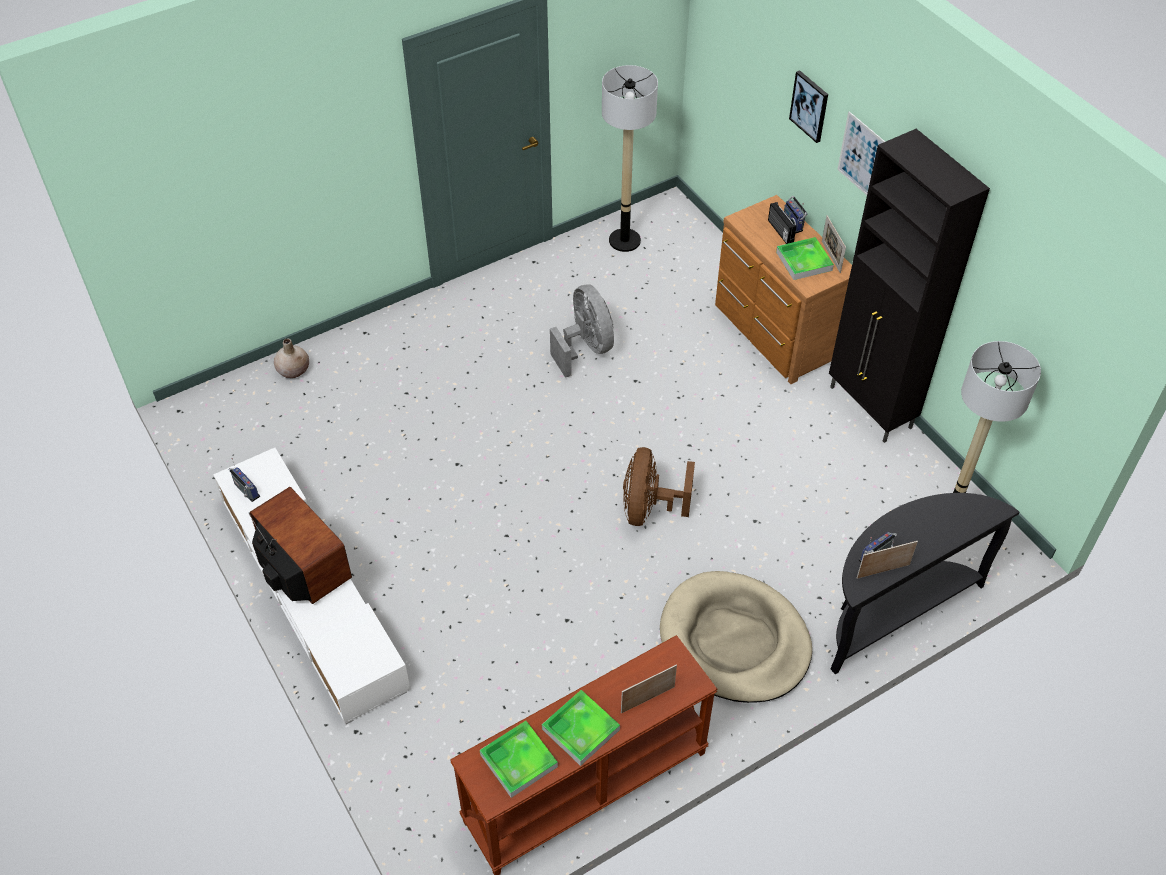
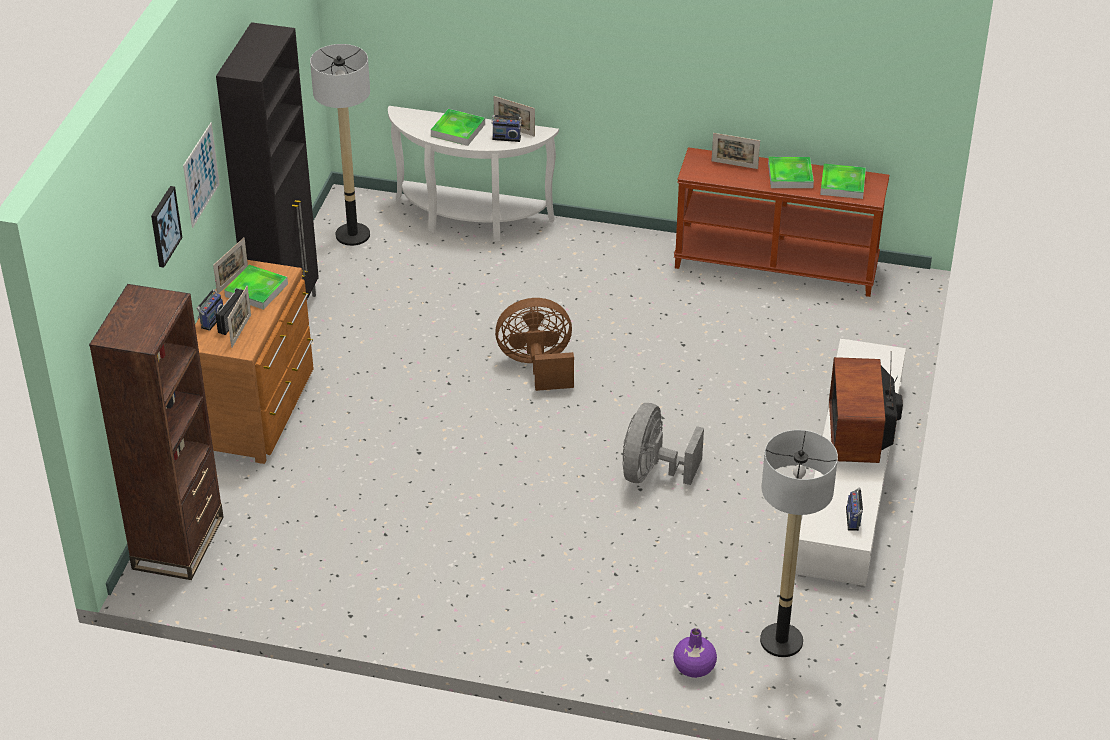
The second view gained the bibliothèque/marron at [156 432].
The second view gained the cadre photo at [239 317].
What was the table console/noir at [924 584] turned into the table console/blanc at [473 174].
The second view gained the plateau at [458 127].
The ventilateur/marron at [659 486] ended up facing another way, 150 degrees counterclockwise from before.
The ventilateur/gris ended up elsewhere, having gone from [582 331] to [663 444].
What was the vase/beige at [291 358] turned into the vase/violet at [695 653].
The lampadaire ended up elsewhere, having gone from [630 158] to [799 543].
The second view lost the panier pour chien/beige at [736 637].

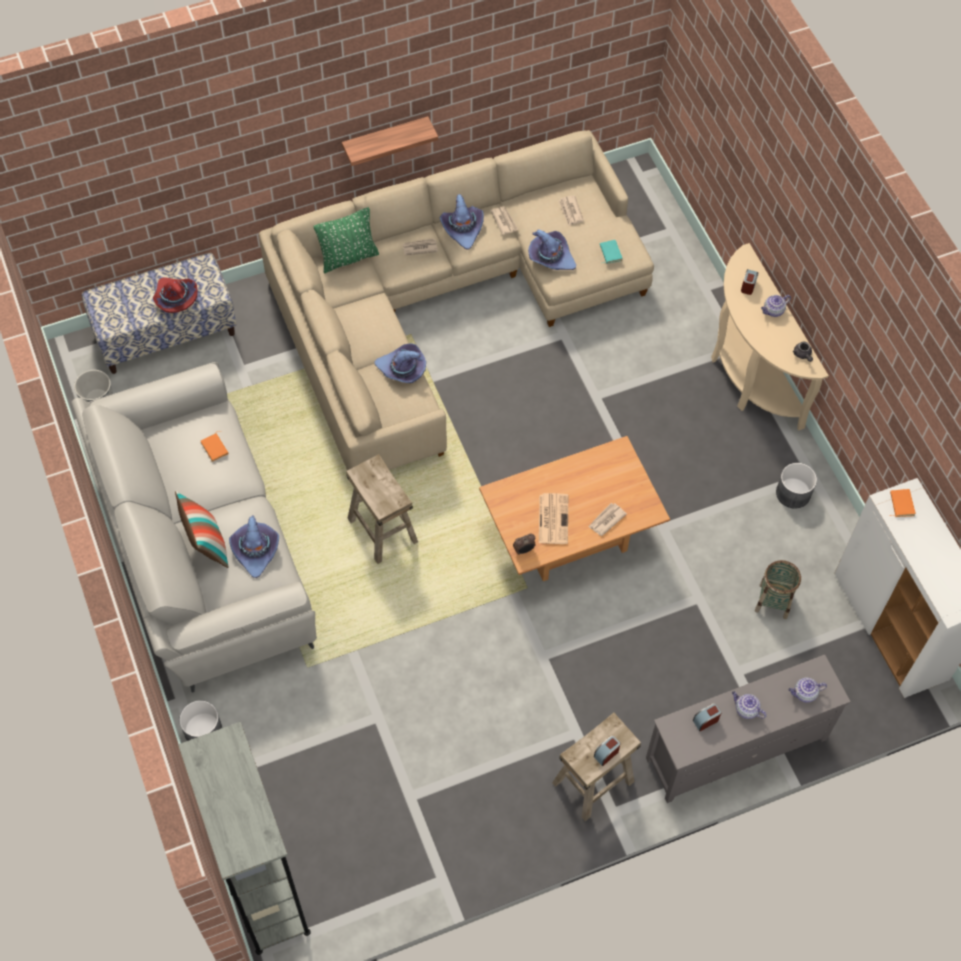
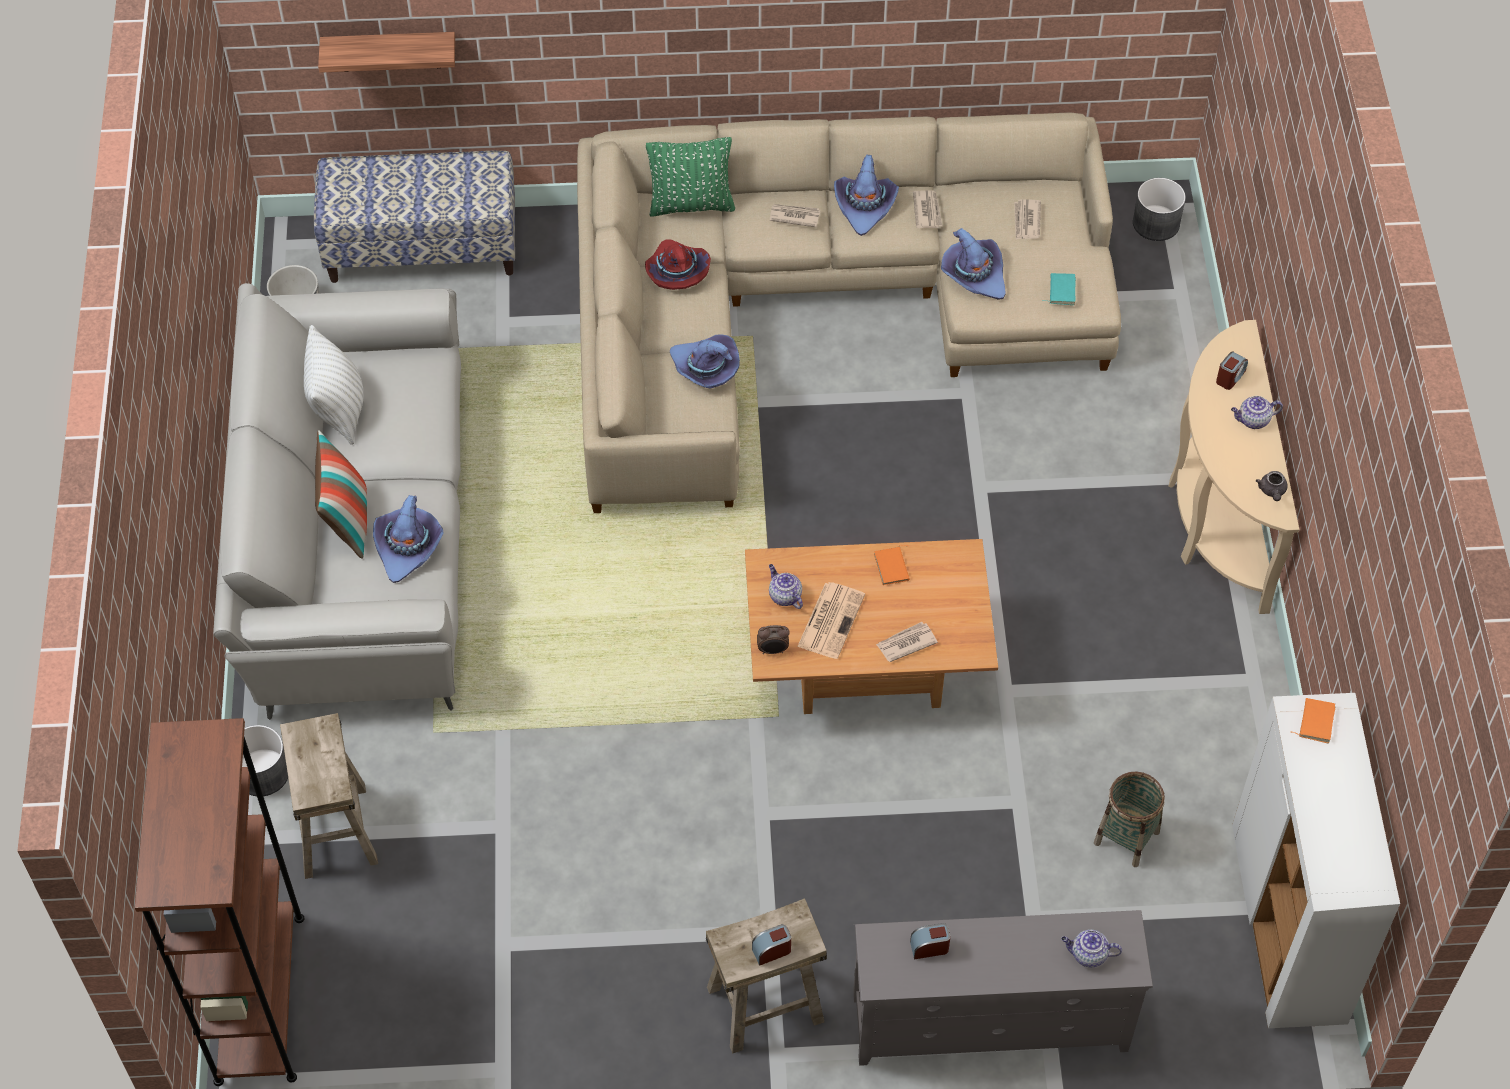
What was the bibliothèque/gris at [244 838] turned into the bibliothèque/marron at [219 902].
The tabouret/beige ended up elsewhere, having gone from [382 509] to [329 796].
The second view gained the coussin/blanc at [334 385].
The étagère ended up elsewhere, having gone from [390 141] to [386 52].
The chapeau/rouge ended up elsewhere, having gone from [175 295] to [678 264].
The théière ended up elsewhere, having gone from [749 705] to [786 586].
The livre/orange ended up elsewhere, having gone from [214 446] to [892 565].
The cache-pot/gris ended up elsewhere, having gone from [796 486] to [1159 209].

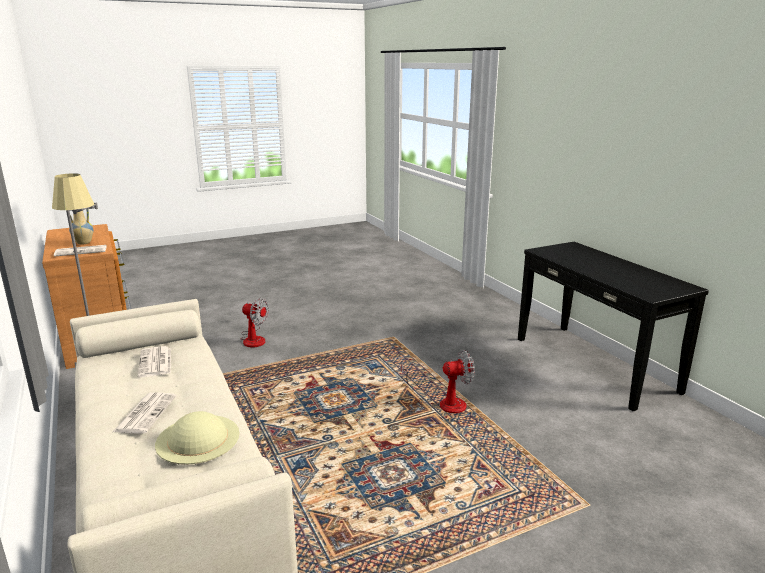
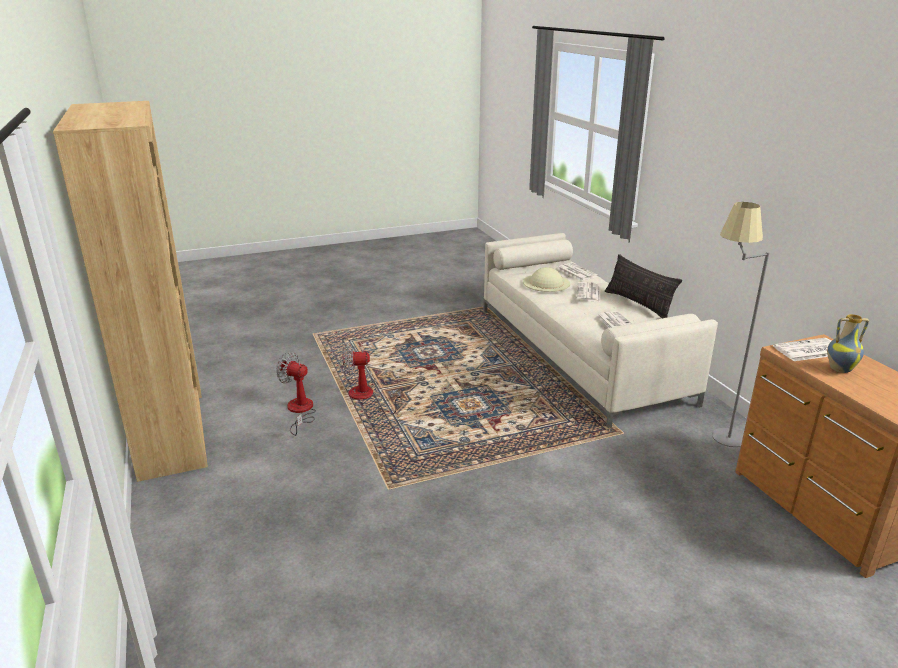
Where the table console/noir stood at [613 326], the bibliothèque/marron came to stand at [130 291].
The ventilateur ended up elsewhere, having gone from [255 323] to [296 394].
The second view gained the journal at [577 272].
The second view gained the coussin at [643 286].

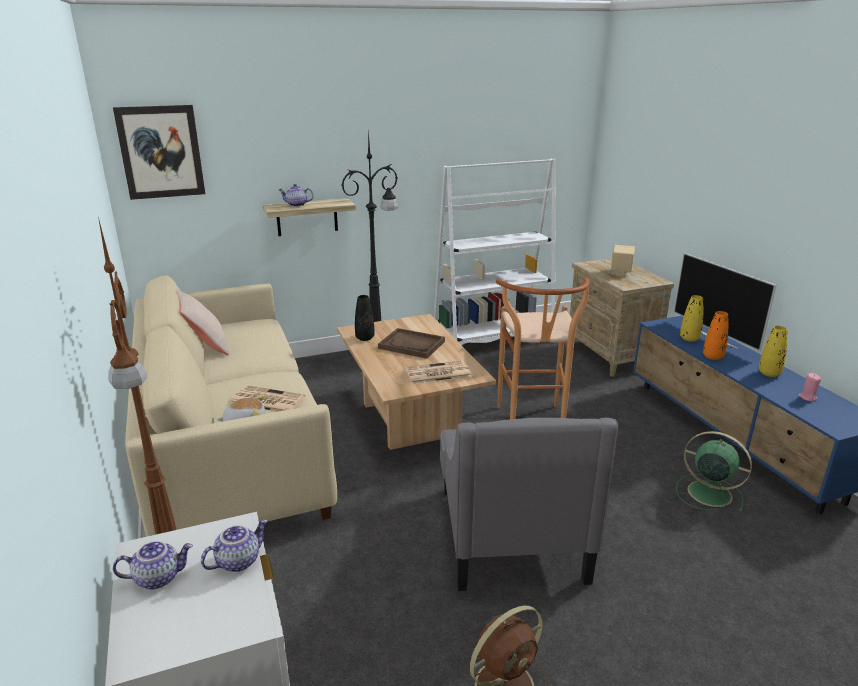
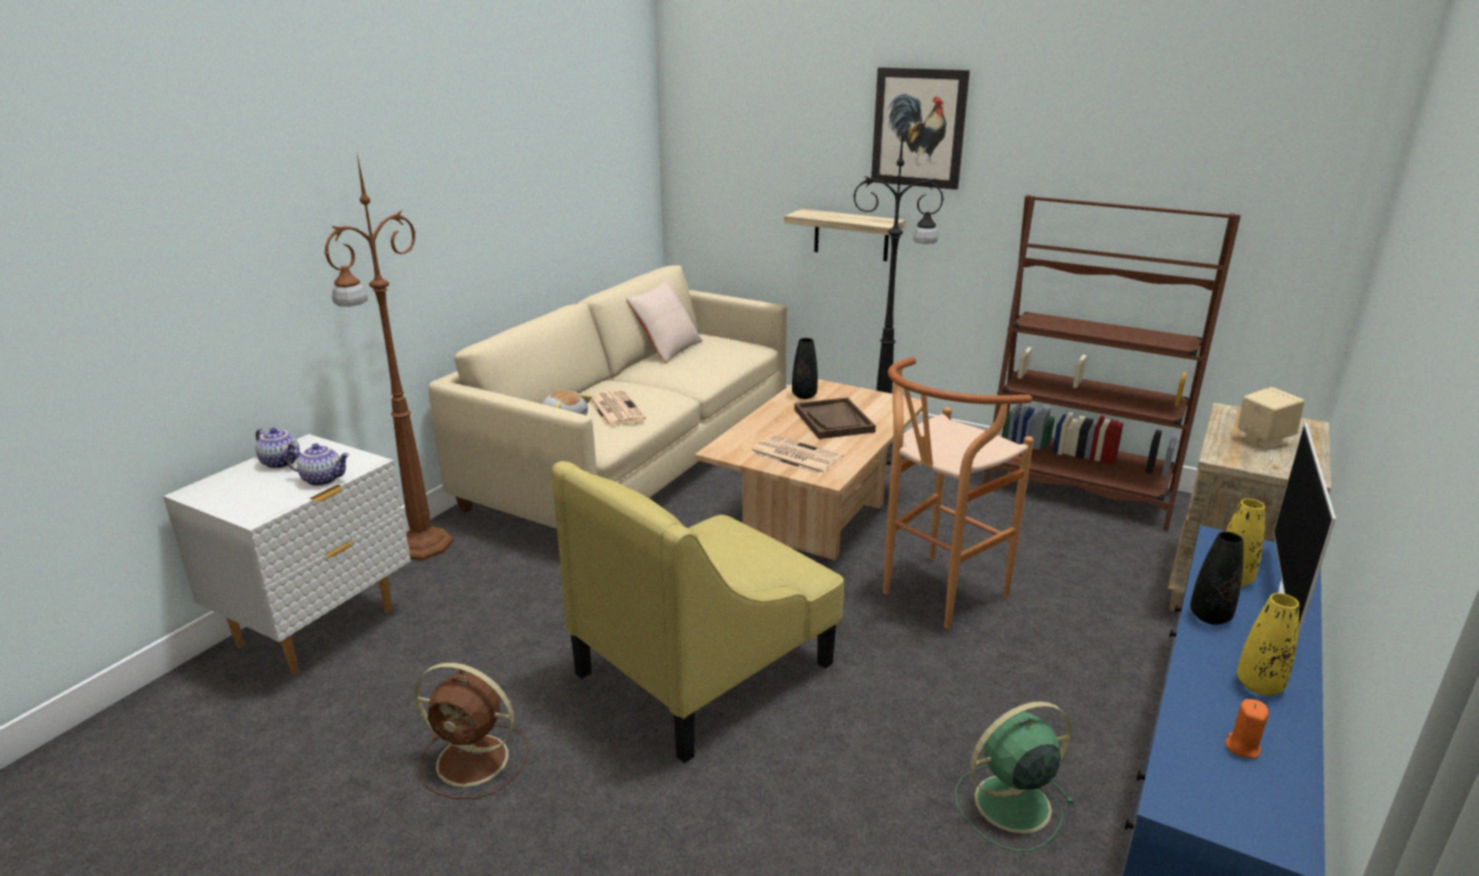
What was the fauteuil/gris at [529 504] turned into the fauteuil/jaune at [698 612].
The tableau ended up elsewhere, having gone from [159 152] to [920 128].
The ventilateur/vert at [714 471] ended up facing another way, 105 degrees counterclockwise from before.
What was the bibliothèque/blanc at [495 252] turned into the bibliothèque/marron at [1112 363].
What was the vase/orange at [716 335] turned into the vase/noir at [1216 578].
What was the bougie/rose at [809 387] turned into the bougie/orange at [1247 729].
The second view lost the théière at [296 195].

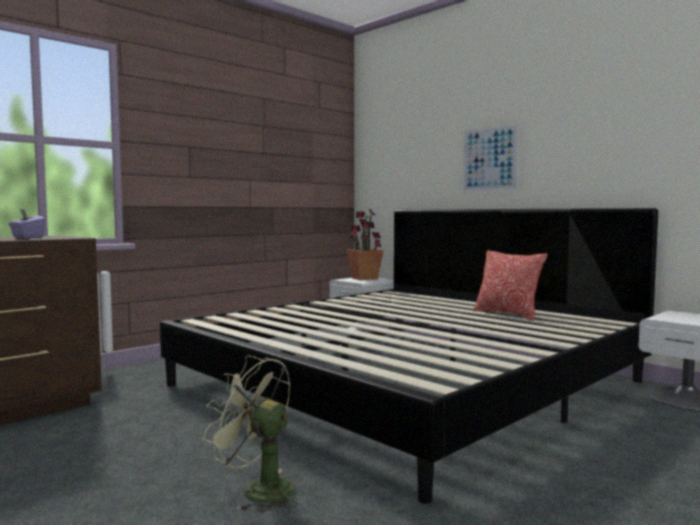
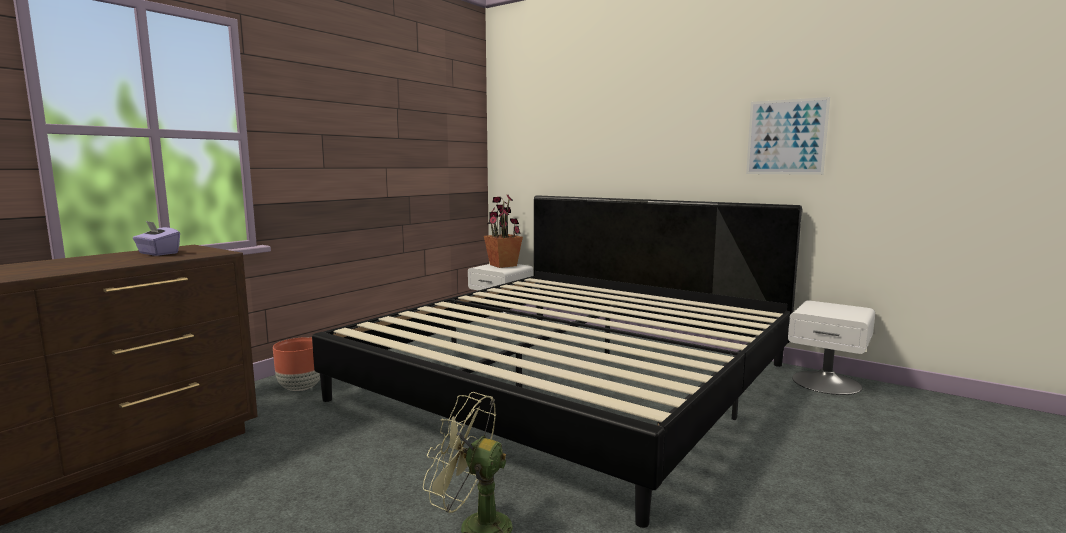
The second view gained the cache-pot/marron at [296 364].
The tableau ended up elsewhere, having gone from [491 157] to [788 136].
The second view lost the coussin at [510 285].

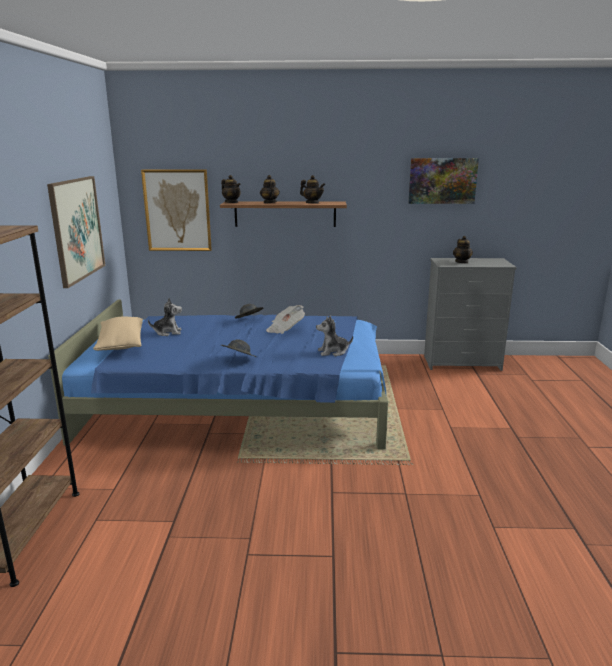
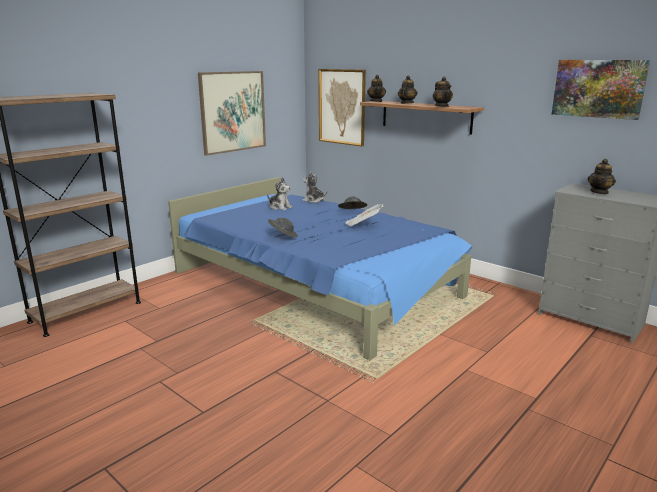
The peluche ended up elsewhere, having gone from [334 336] to [315 187].
The second view lost the coussin/beige at [118 333].

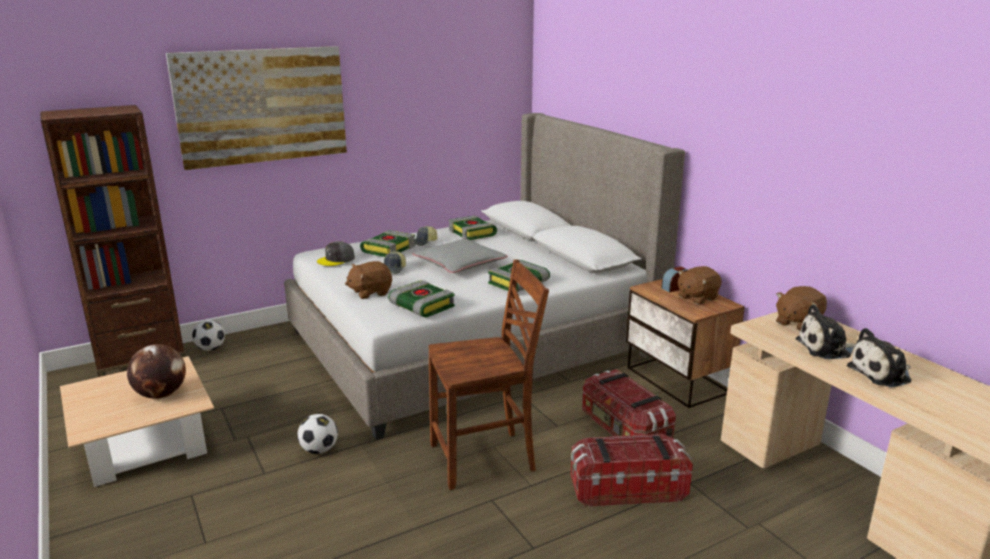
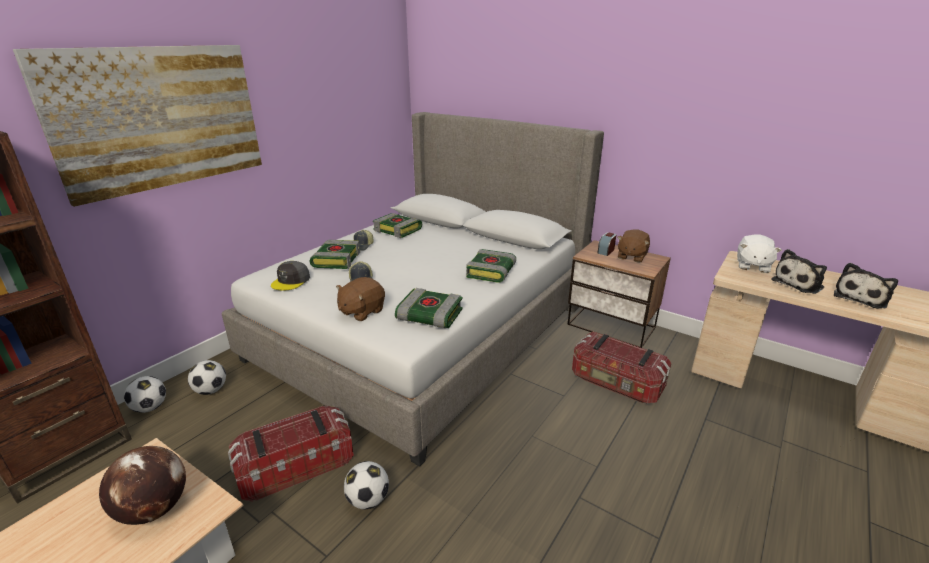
The second view gained the ballon de foot at [207 377].
The boîte de rangement ended up elsewhere, having gone from [632 470] to [291 454].
What was the peluche/marron at [801 308] turned into the peluche/blanc at [759 253].
The second view lost the coussin/gris at [460 256].
The second view lost the chaise/marron at [488 374].

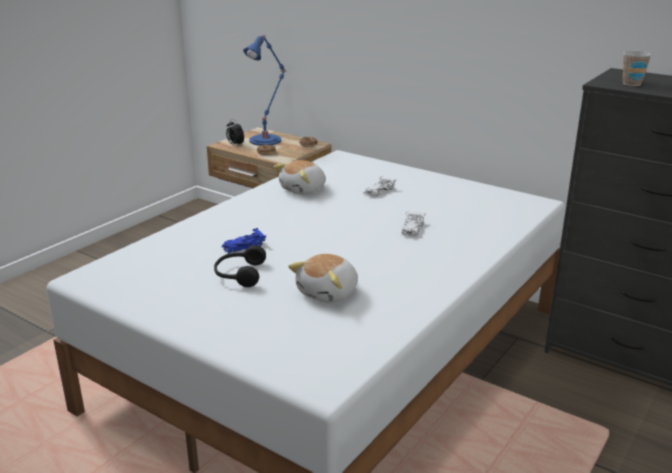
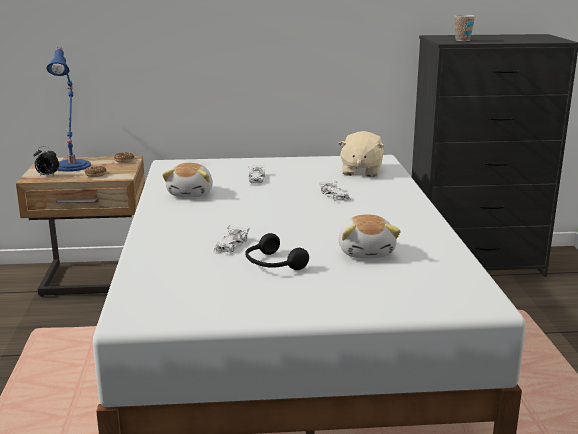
What was the petite voiture/bleu at [244 241] turned into the petite voiture/blanc at [231 239].
The second view gained the peluche/beige at [361 154].

